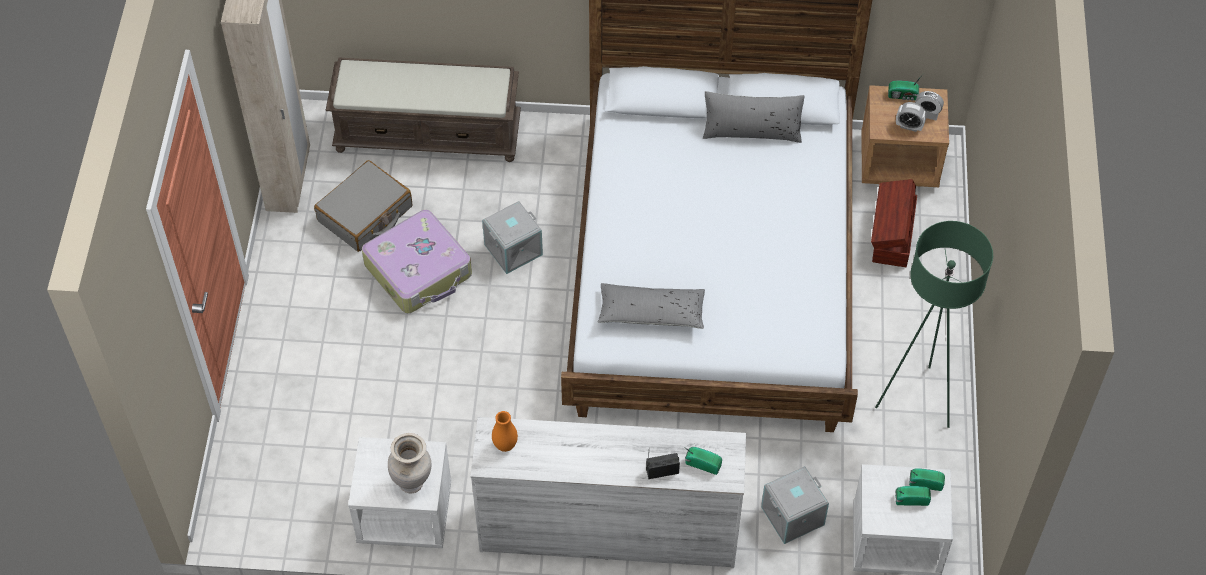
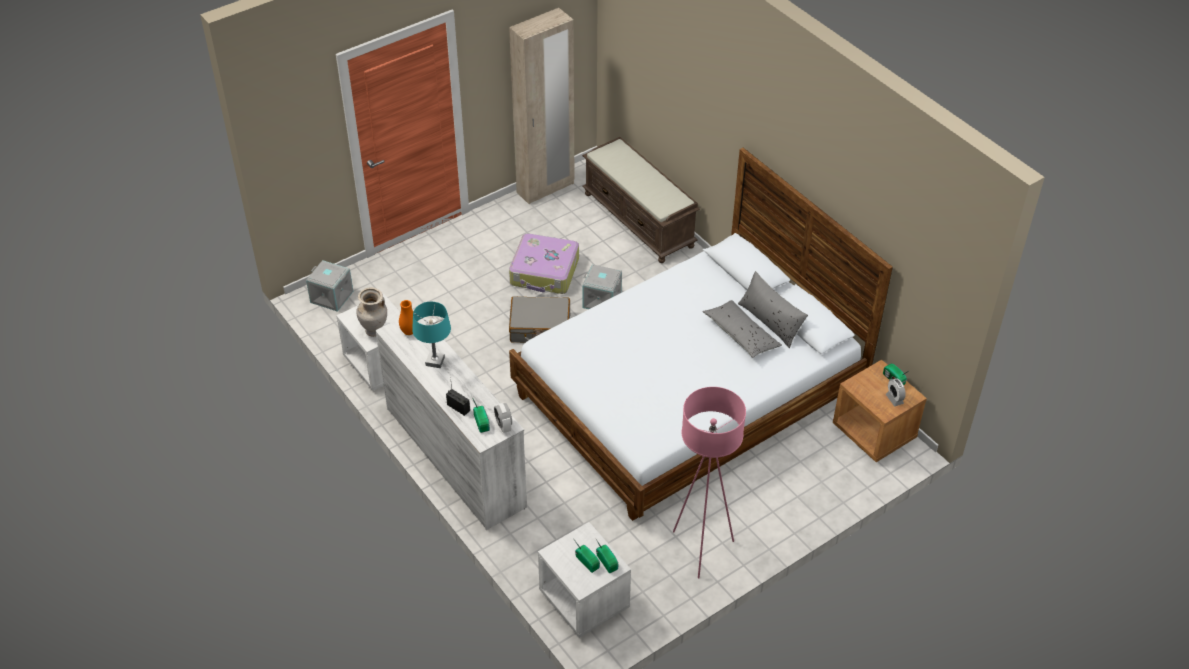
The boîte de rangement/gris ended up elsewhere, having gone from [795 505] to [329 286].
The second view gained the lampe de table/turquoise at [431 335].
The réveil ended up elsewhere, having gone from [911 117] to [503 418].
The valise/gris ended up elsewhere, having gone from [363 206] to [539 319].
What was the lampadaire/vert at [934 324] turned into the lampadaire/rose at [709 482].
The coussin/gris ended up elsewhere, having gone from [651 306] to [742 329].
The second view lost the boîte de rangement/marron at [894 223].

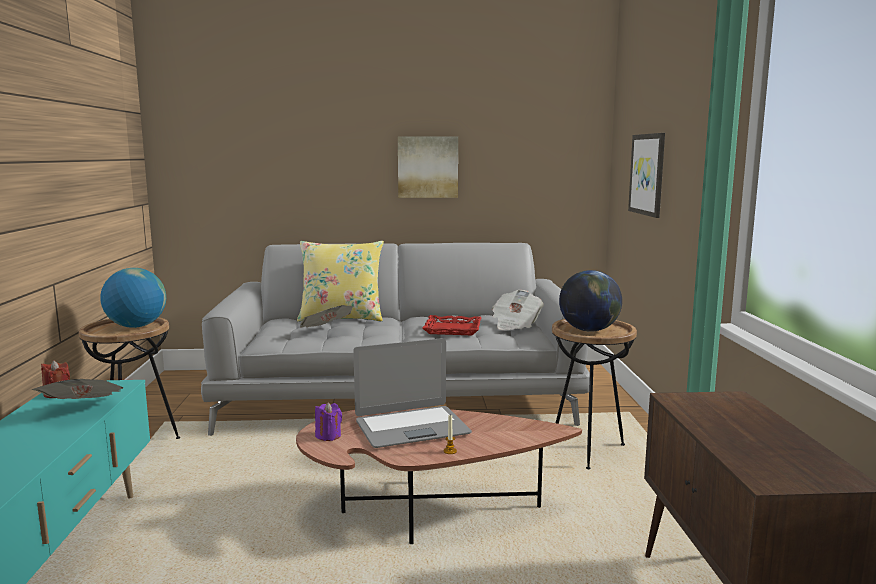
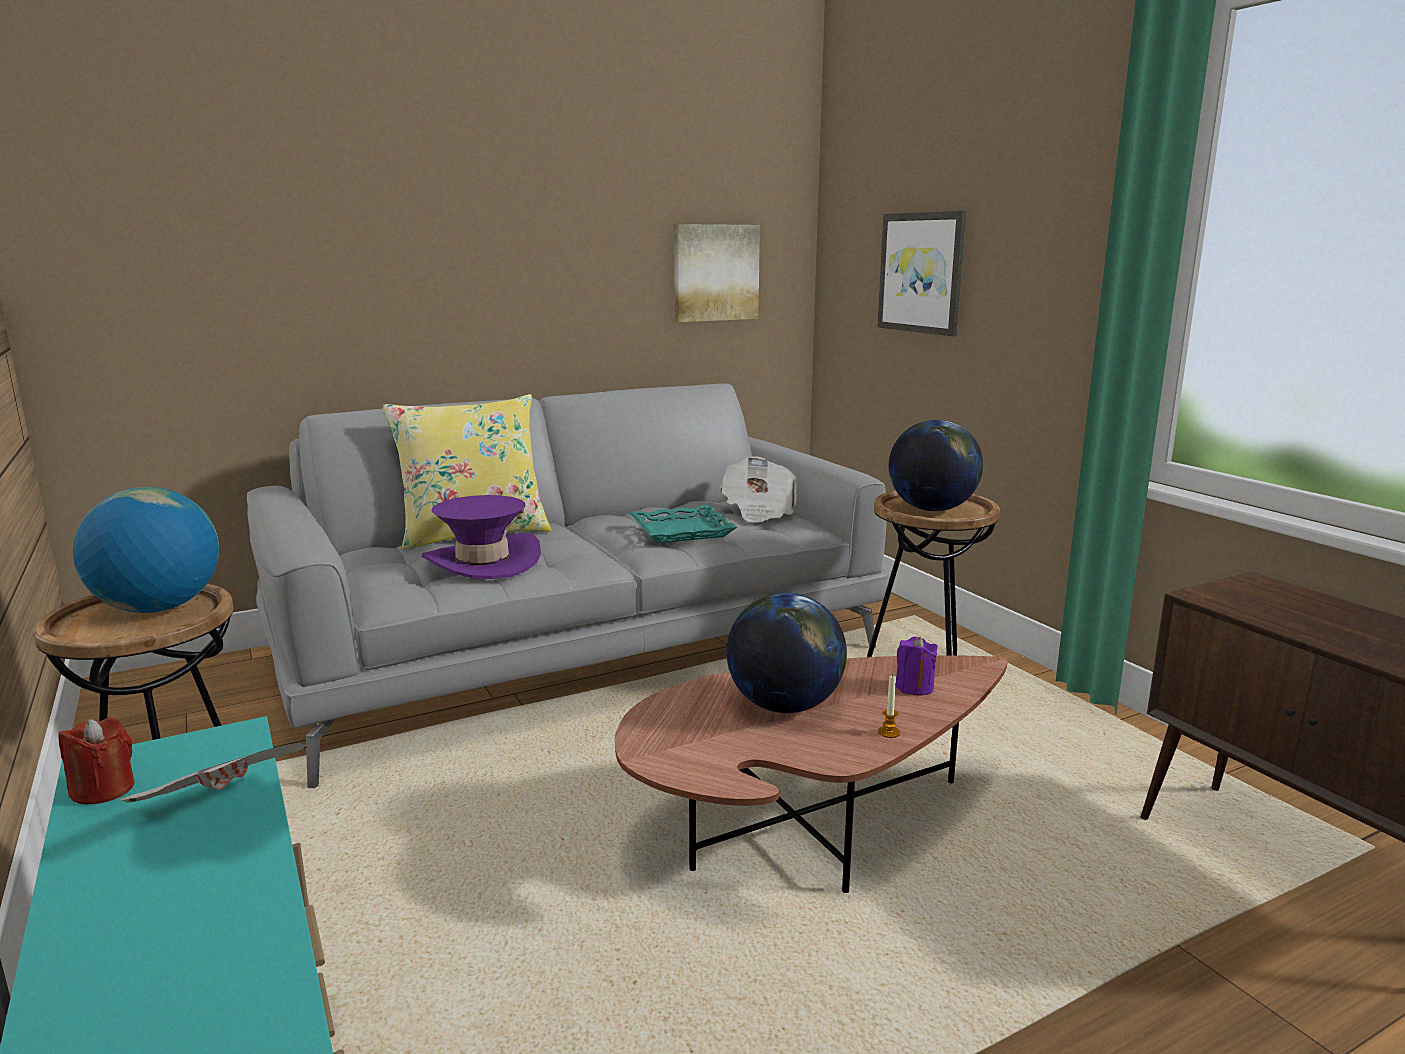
Where the journal stood at [326 316], the chapeau/violet came to stand at [481 537].
What was the plateau/rouge at [452 325] turned into the plateau/turquoise at [683 524].
The tableau ended up elsewhere, having gone from [428 167] to [717 273].
Where the ordinateur portable stood at [412 393], the globe came to stand at [786 653].
The bougie/violet ended up elsewhere, having gone from [328 421] to [916 666].

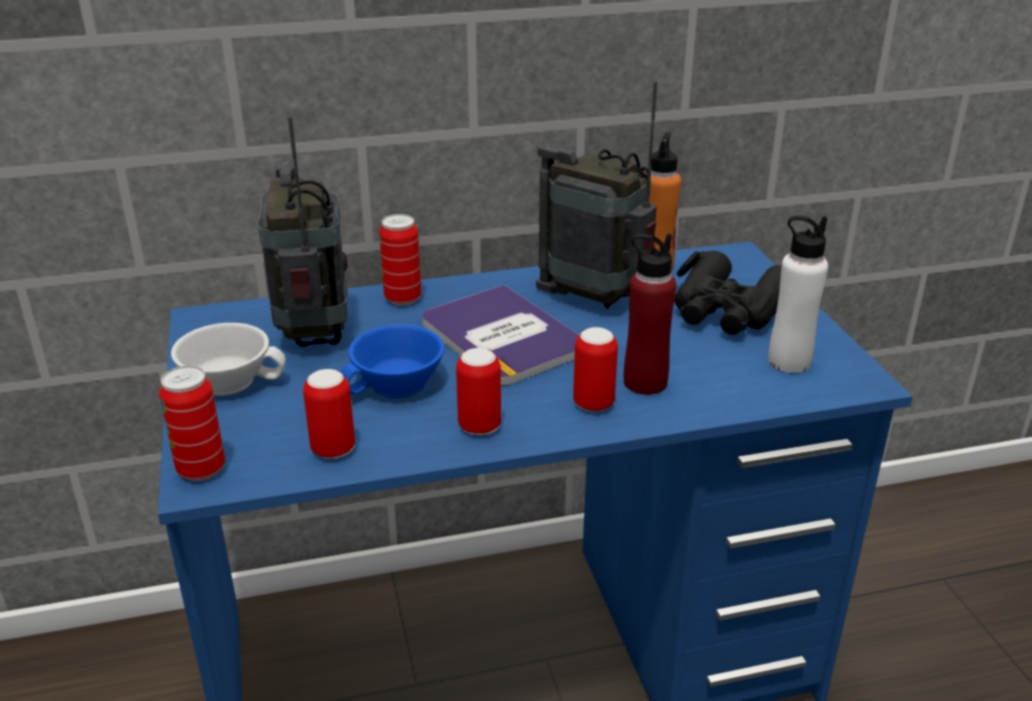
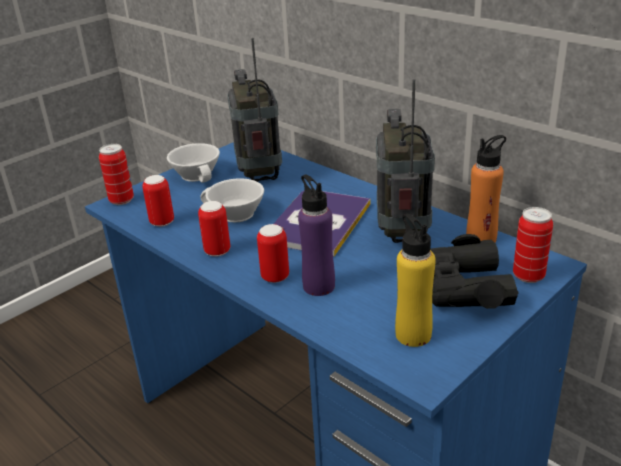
What was the tasse/bleu at [392 361] turned into the tasse/blanc at [232 200].
The radio at [303 231] ended up facing another way, 60 degrees counterclockwise from before.
What was the bouteille/rouge at [650 314] turned into the bouteille/violet at [316 235].
What was the bouteille/blanc at [798 294] turned into the bouteille/jaune at [415 280].
The boîte métallique ended up elsewhere, having gone from [400 260] to [533 245].

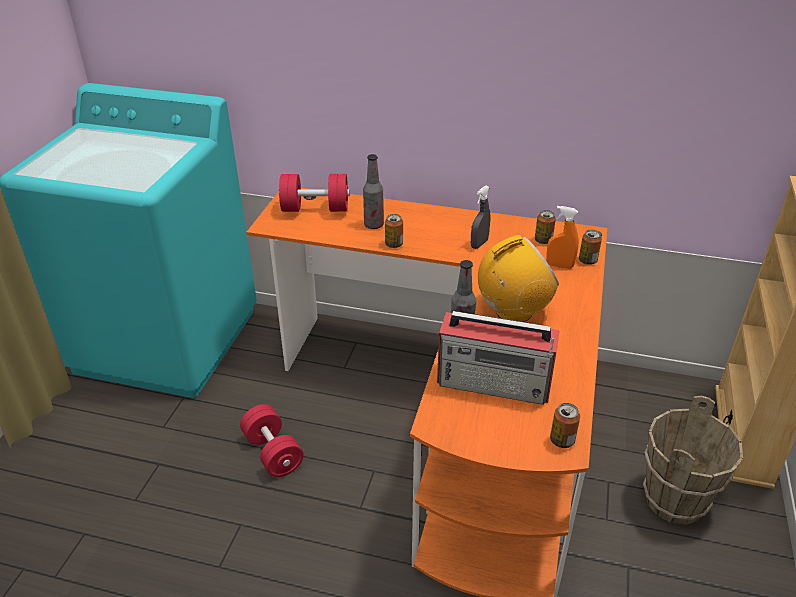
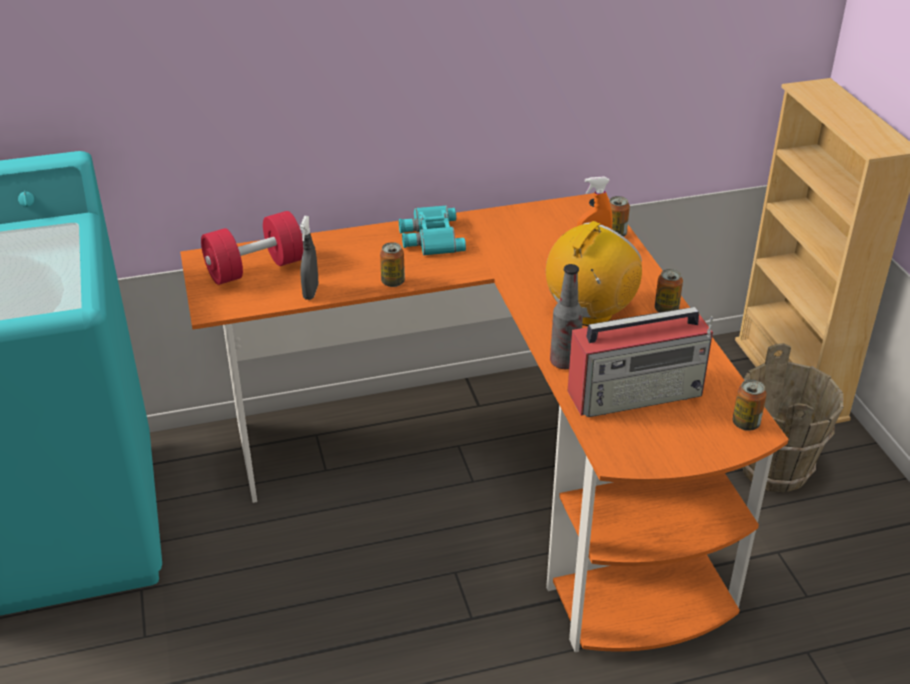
The vaporisateur/gris ended up elsewhere, having gone from [480 217] to [309 258].
The second view gained the jumelles/turquoise at [432 230].
The boîte métallique ended up elsewhere, having gone from [545 227] to [669 290].
The second view lost the haltère/rouge at [272 440].
The second view lost the bouteille at [373 191].

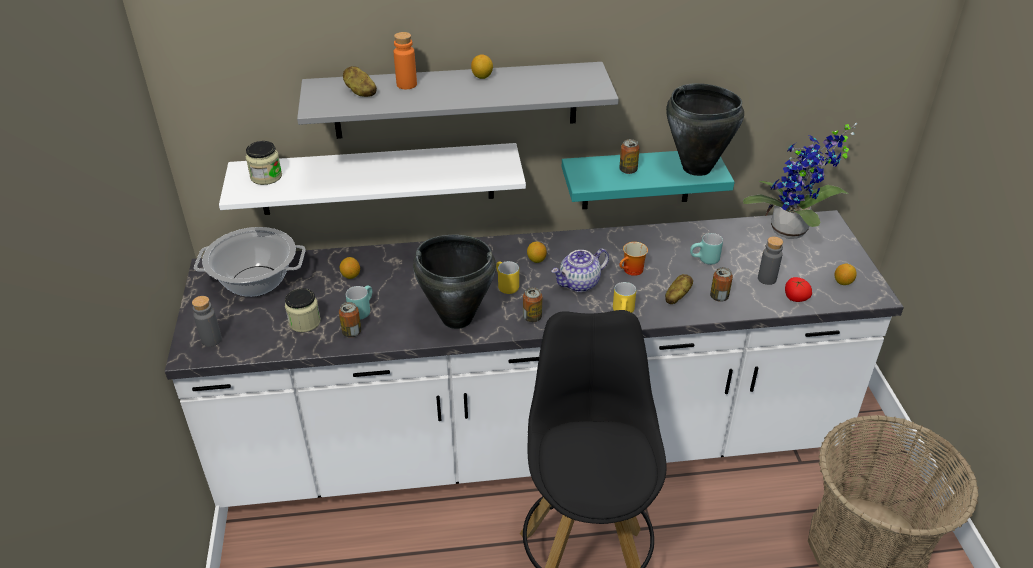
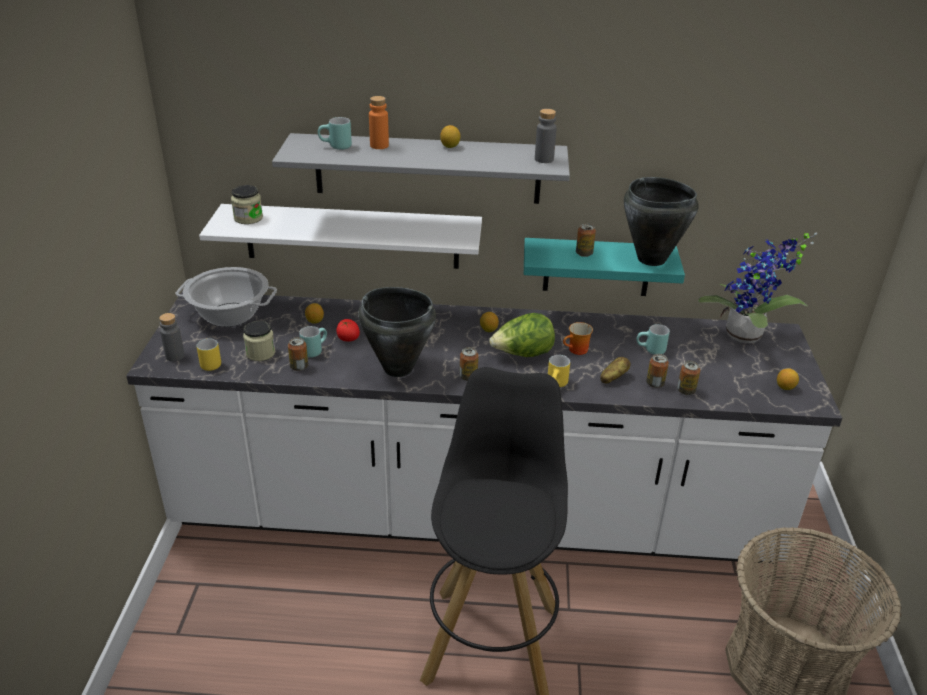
The mug/jaune ended up elsewhere, having gone from [507 277] to [209 354].
Where the pomme de terre stood at [360 81], the mug/turquoise came to stand at [335 133].
The tomate ended up elsewhere, having gone from [798 289] to [348 330].
Where the théière stood at [580 270], the laitue came to stand at [522 335].
The bouteille/gris ended up elsewhere, having gone from [770 260] to [546 136].
The second view gained the boîte métallique at [688 378].

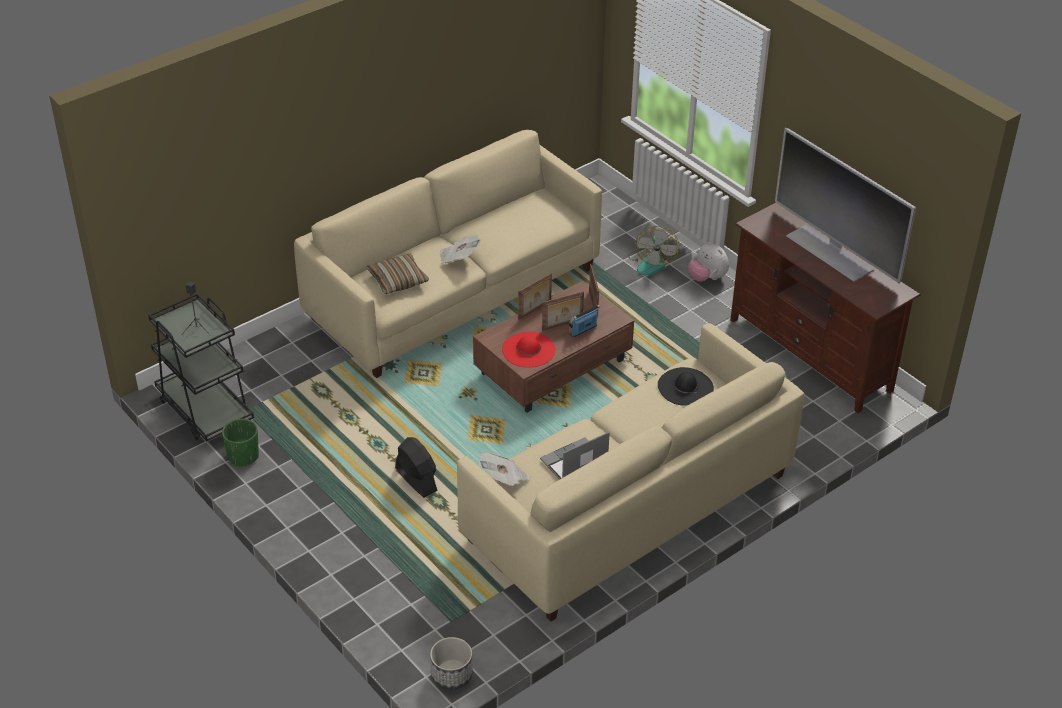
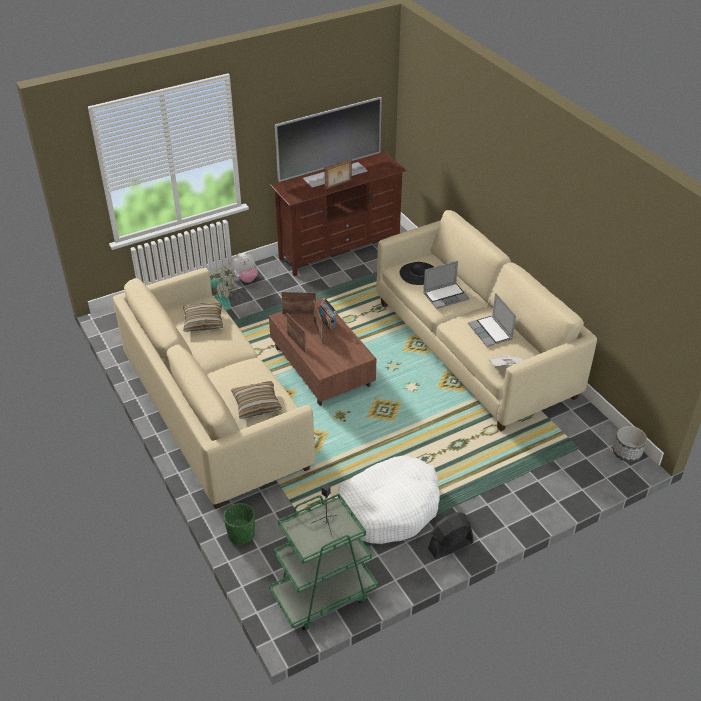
The second view gained the coussin at [203 317].
The cache-pot/vert ended up elsewhere, having gone from [240 443] to [239 524].
What was the chariot/noir at [201 367] turned into the chariot/vert at [323 562].
The second view gained the cadre photo at [338 174].
The second view gained the panier pour chien/blanc at [388 499].
The second view gained the ordinateur portable at [446 285].
The ventilateur/noir ended up elsewhere, having gone from [416 467] to [451 535].
The second view lost the journal at [460 249].
The second view lost the chapeau/rouge at [529 349].

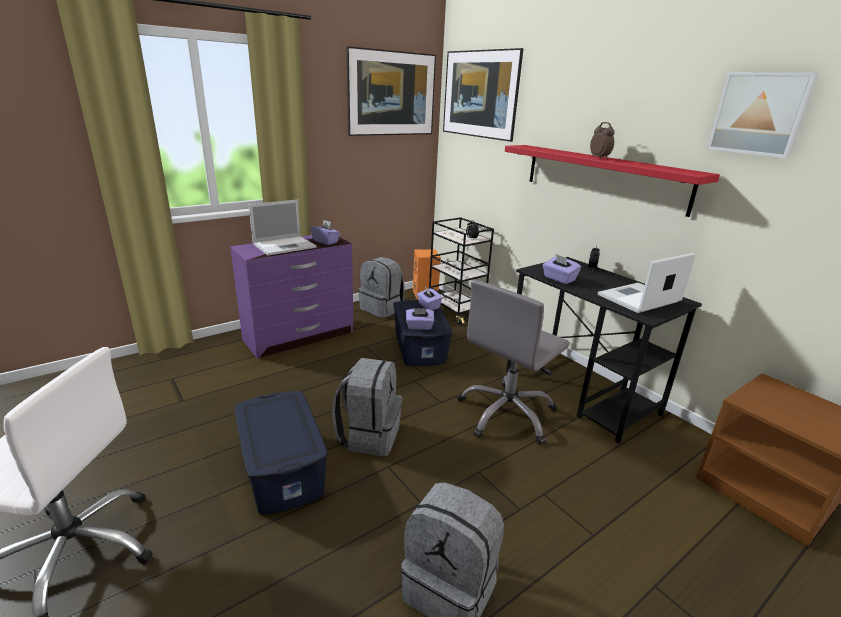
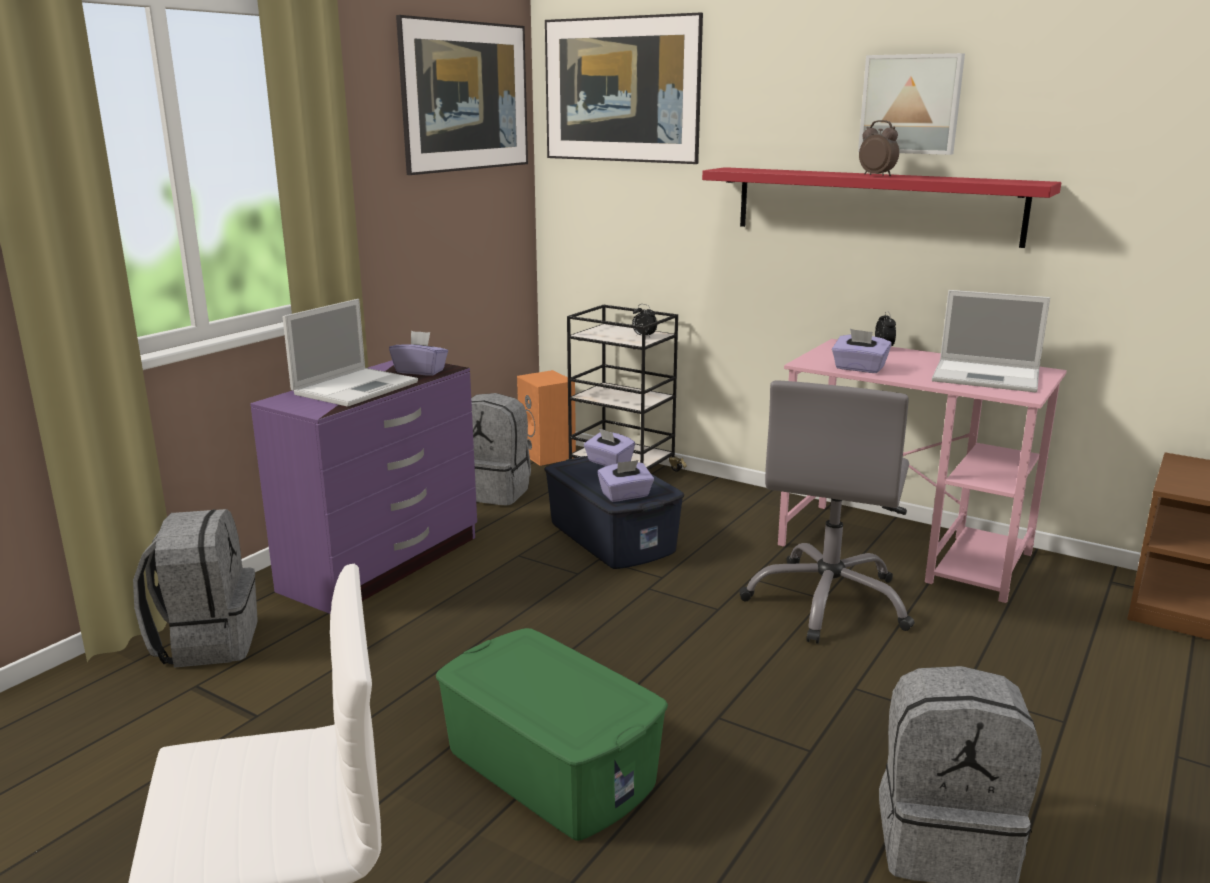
The sac à dos/gris ended up elsewhere, having gone from [367 407] to [195 588].
What was the boîte de rangement/bleu at [281 453] turned into the boîte de rangement/vert at [552 734].
What was the bureau/noir at [604 350] turned into the bureau/rose at [922 471].
The tableau ended up elsewhere, having gone from [763 115] to [911 104].
The ordinateur portable at [646 283] ended up facing another way, 105 degrees counterclockwise from before.

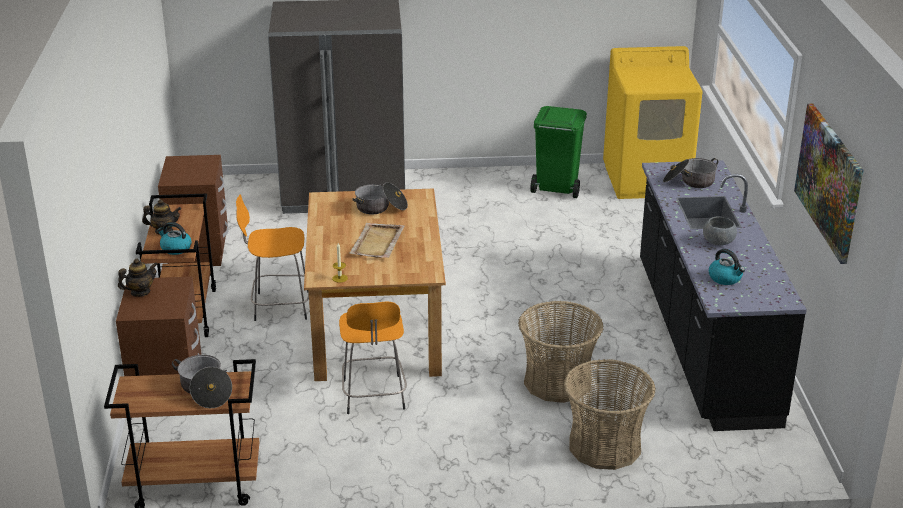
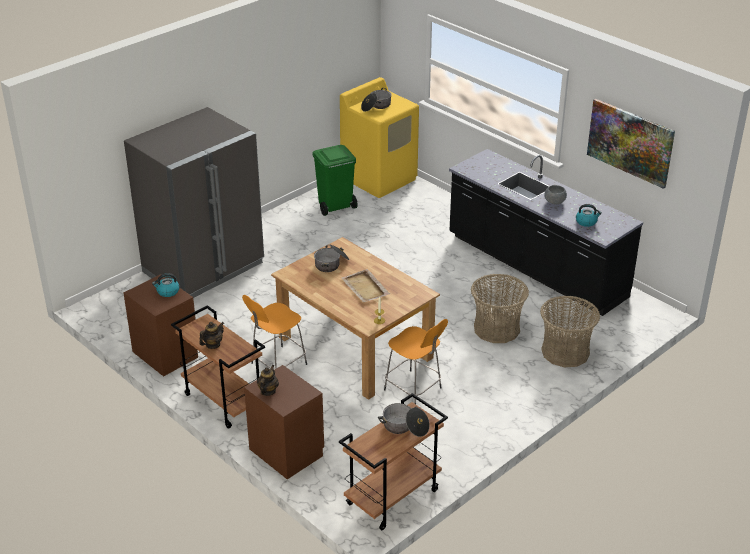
The bouilloire ended up elsewhere, having gone from [174 238] to [165 285].
The marmite ended up elsewhere, having gone from [691 173] to [376 100].

